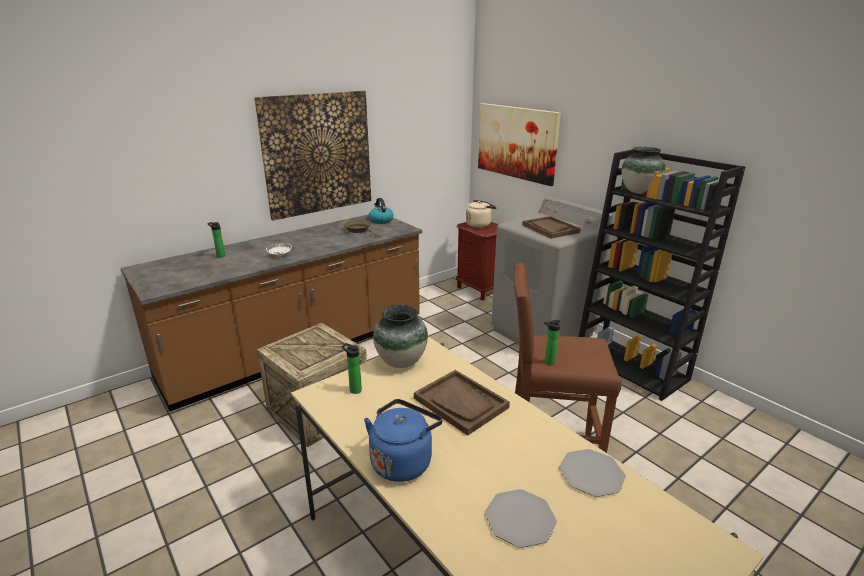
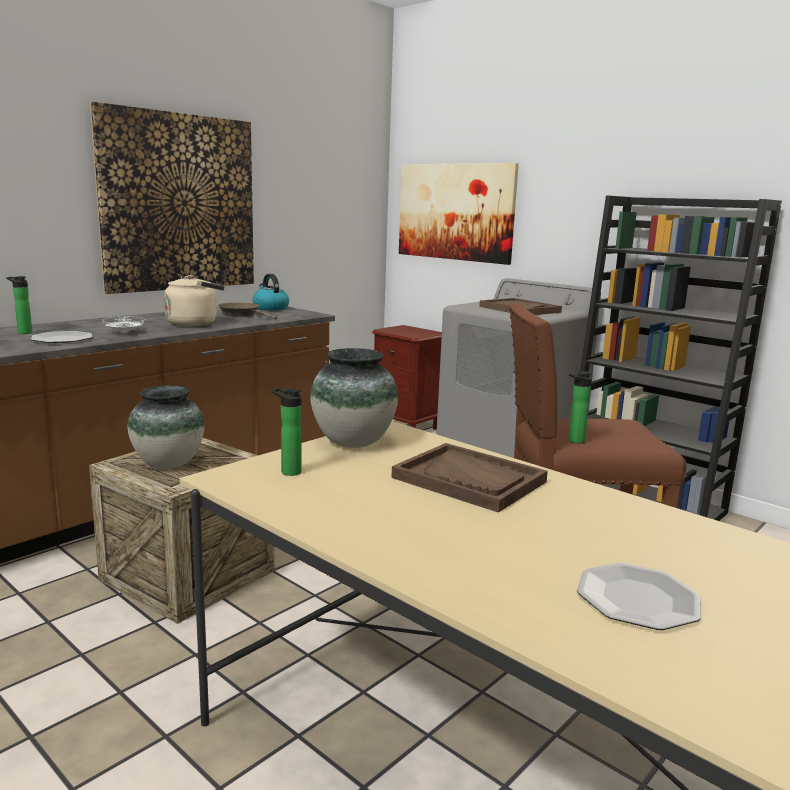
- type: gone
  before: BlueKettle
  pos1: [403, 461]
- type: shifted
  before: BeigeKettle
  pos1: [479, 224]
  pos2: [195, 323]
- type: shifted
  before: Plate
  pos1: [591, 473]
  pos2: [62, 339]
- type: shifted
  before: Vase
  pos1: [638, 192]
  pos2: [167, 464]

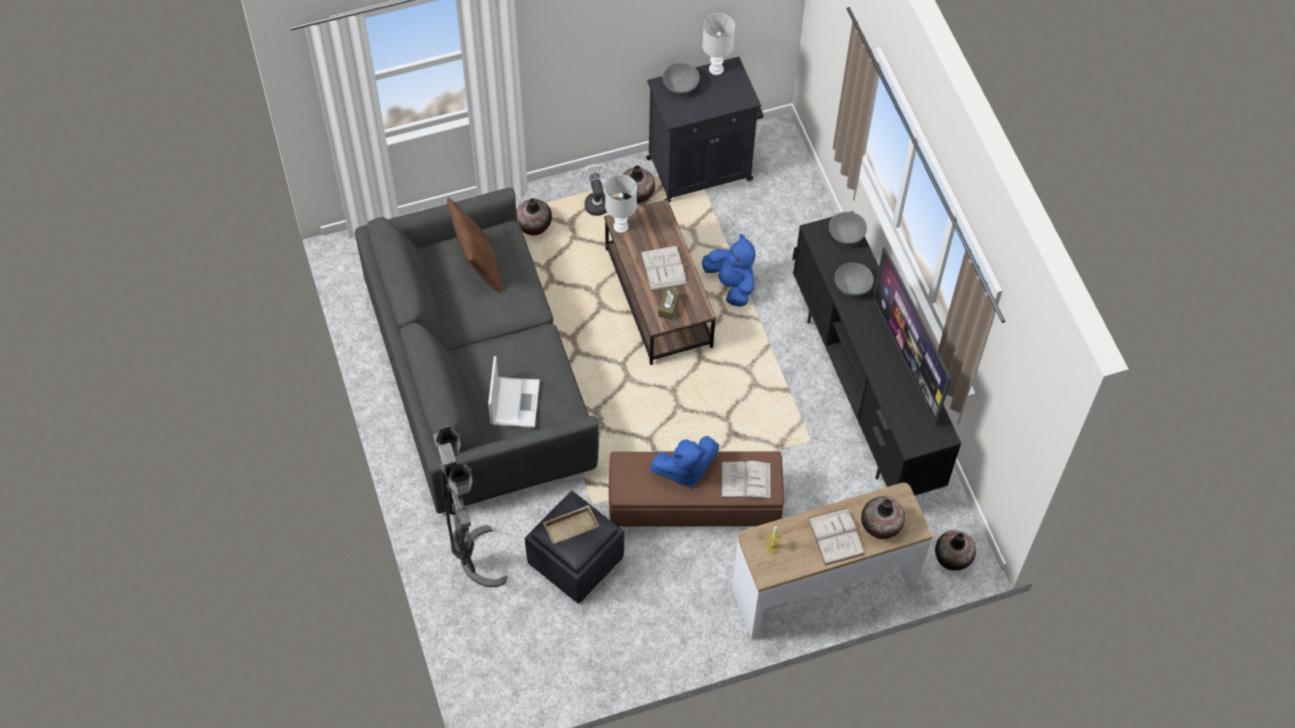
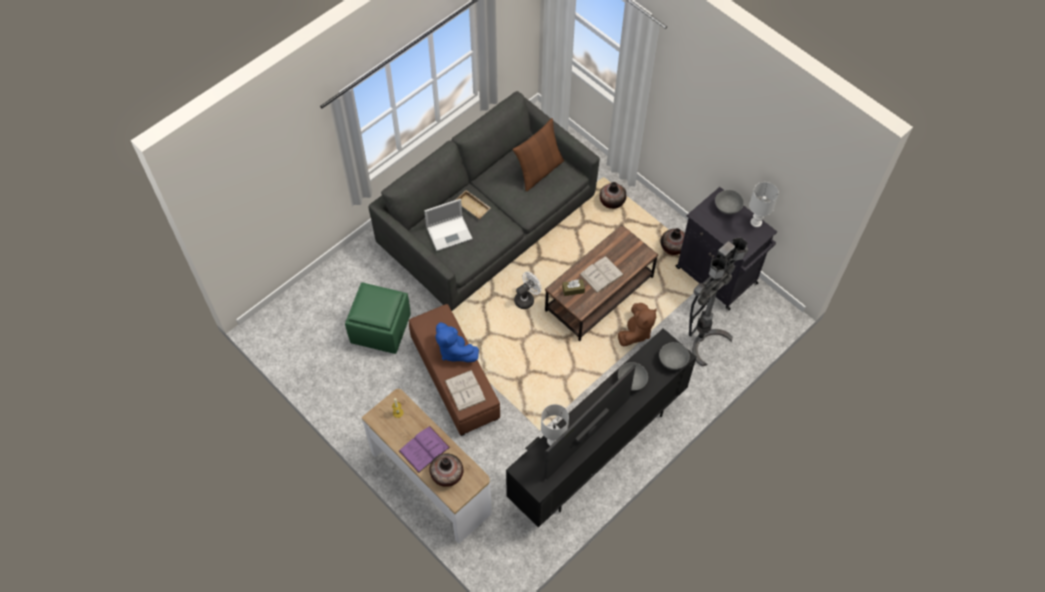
- type: gone
  before: Vase
  pos1: [953, 557]
- type: shifted
  before: GreyFloorLamp
  pos1: [470, 562]
  pos2: [703, 340]
- type: shifted
  before: BeigeTray
  pos1: [571, 525]
  pos2: [473, 206]
- type: shifted
  before: WhiteFan
  pos1: [596, 201]
  pos2: [526, 299]
- type: shifted
  before: WhiteTableLamp
  pos1: [621, 226]
  pos2: [554, 440]
- type: repainted
  before: BlackOttoman
  after: GreenOttoman
  pos1: [576, 560]
  pos2: [381, 329]
- type: repainted
  before: BluePlushToy
  after: BrownPlushToy
  pos1: [731, 284]
  pos2: [635, 332]
- type: repainted
  before: WhiteBook
  after: PurpleBook
  pos1: [836, 536]
  pos2: [424, 449]

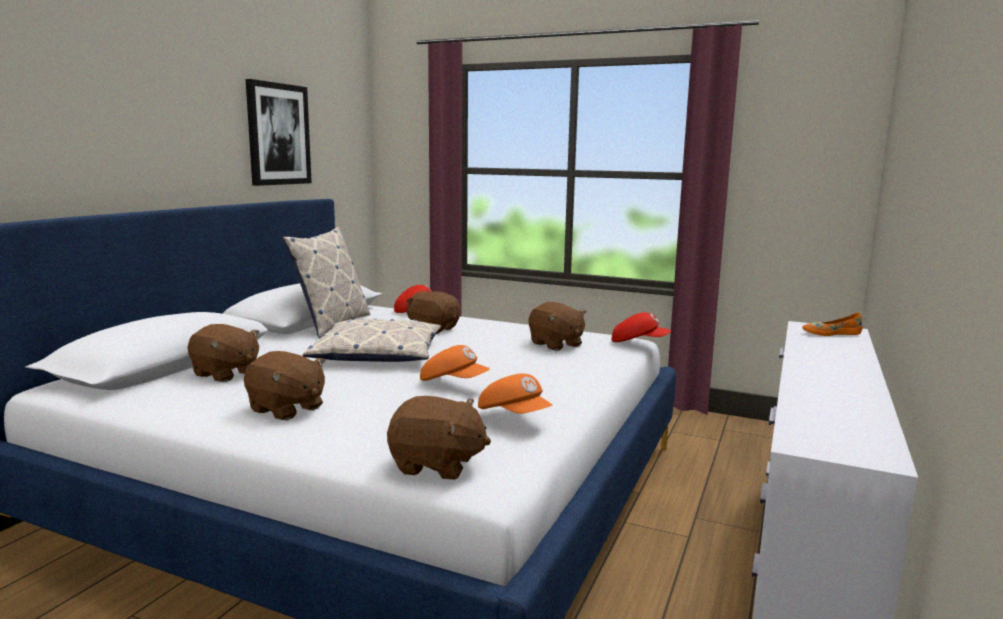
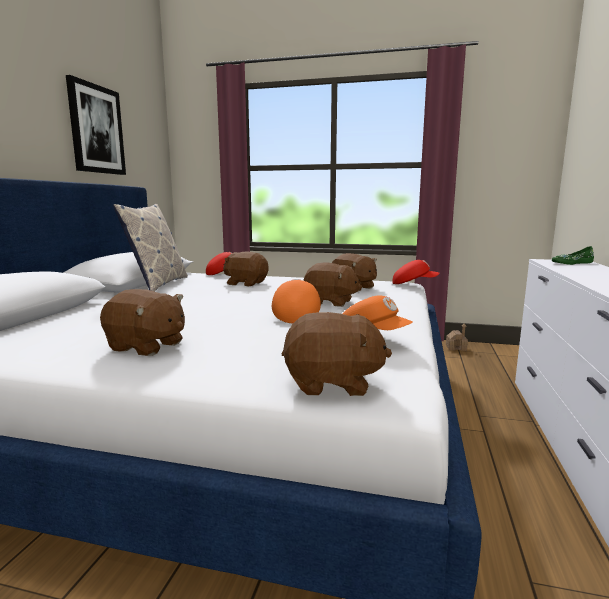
- type: gone
  before: Pillow
  pos1: [377, 354]
- type: new
  after: ToyHouse
  pos2: [456, 347]
- type: shifted
  before: BrownPlushToy
  pos1: [225, 374]
  pos2: [330, 302]
- type: repainted
  before: OrangeShoe
  after: GreenShoe
  pos1: [830, 333]
  pos2: [571, 263]
- type: rotated
  before: OrangeCap
  pos1: [454, 382]
  pos2: [295, 315]
  turn: -105

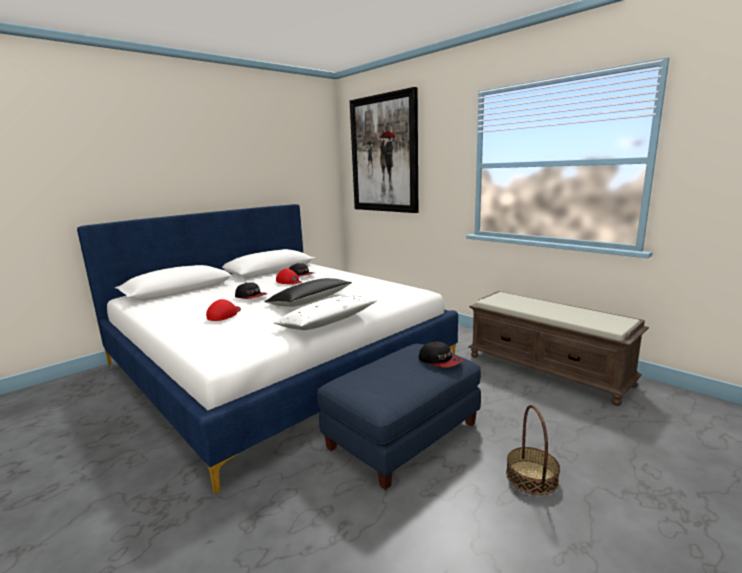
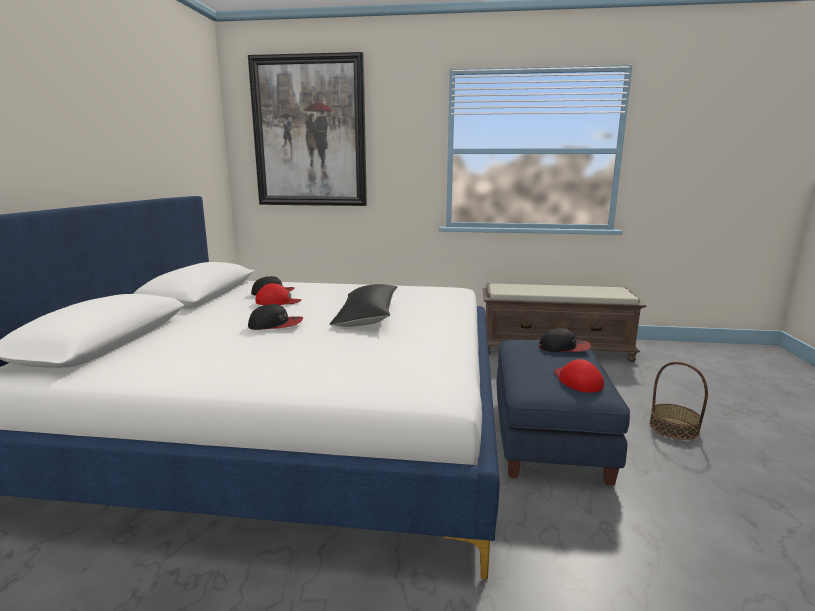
- type: gone
  before: WhitePillow
  pos1: [327, 322]
- type: shifted
  before: RedCap
  pos1: [224, 314]
  pos2: [577, 381]

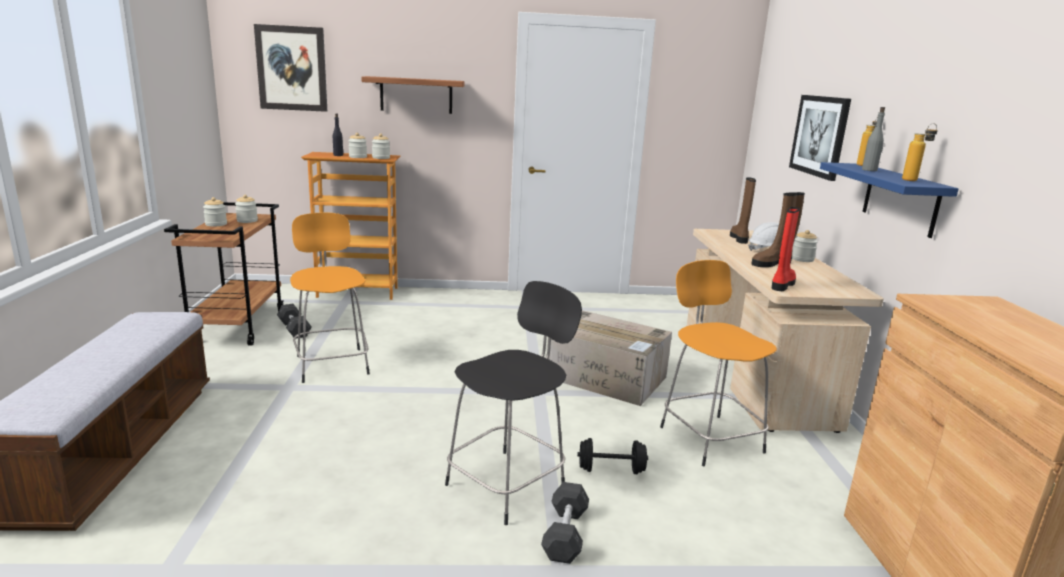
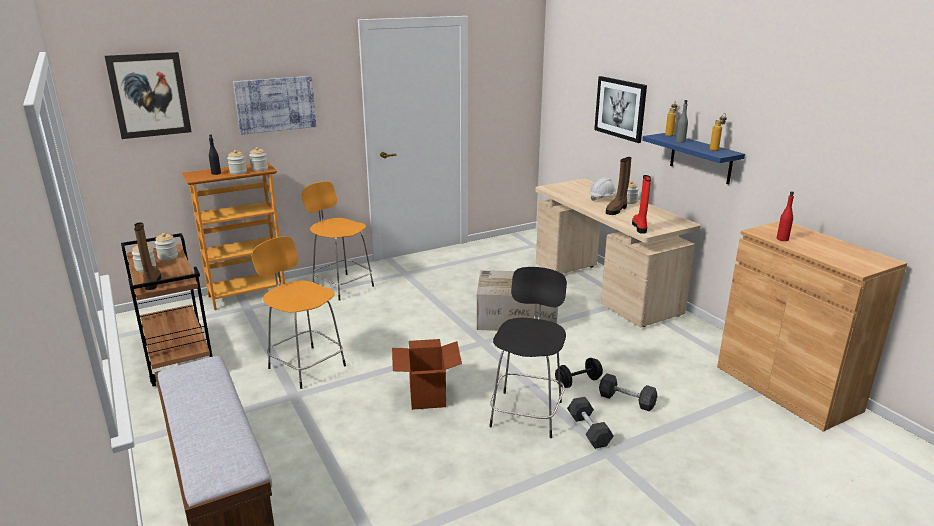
- type: new
  after: CardboardBox
  pos2: [427, 395]
- type: new
  after: RedBottle
  pos2: [782, 239]
- type: shifted
  before: GreyDumbbell
  pos1: [294, 329]
  pos2: [626, 400]
- type: shifted
  before: OrangeStool
  pos1: [709, 437]
  pos2: [341, 286]
- type: shifted
  before: BrownBoot
  pos1: [739, 239]
  pos2: [152, 282]
- type: swapped
  before: Shelf
  after: Picture
  pos1: [416, 95]
  pos2: [275, 104]

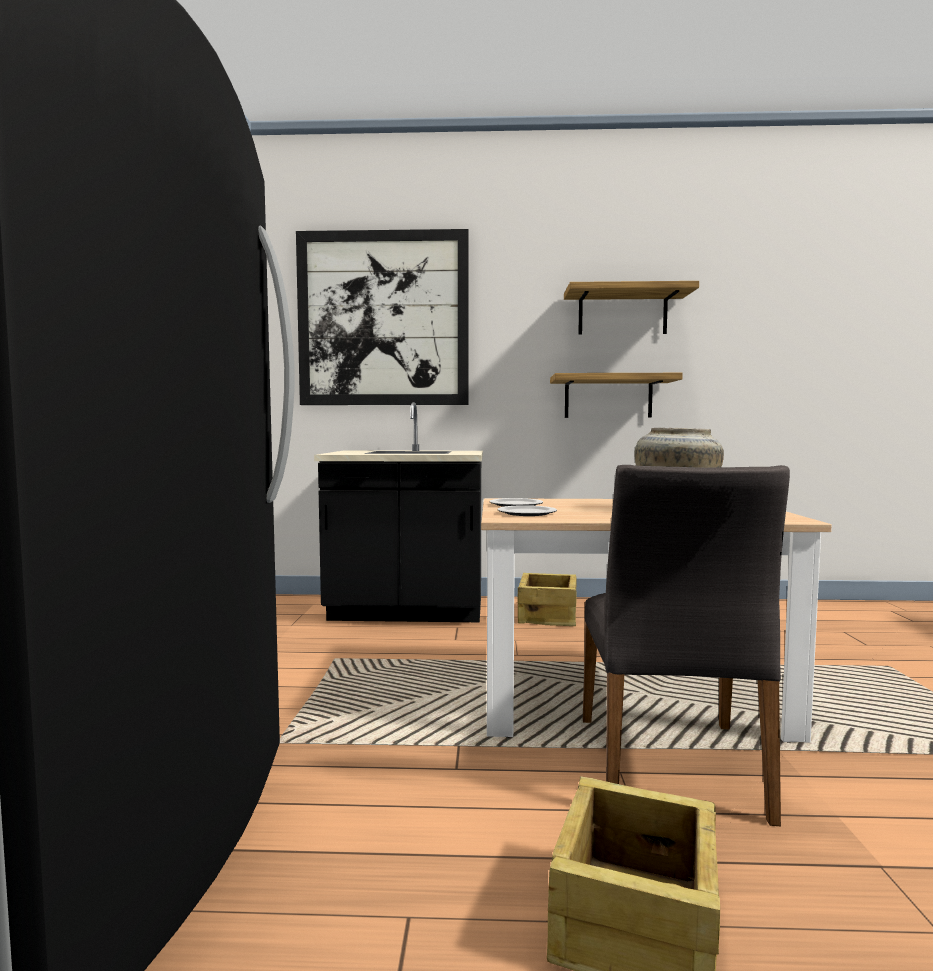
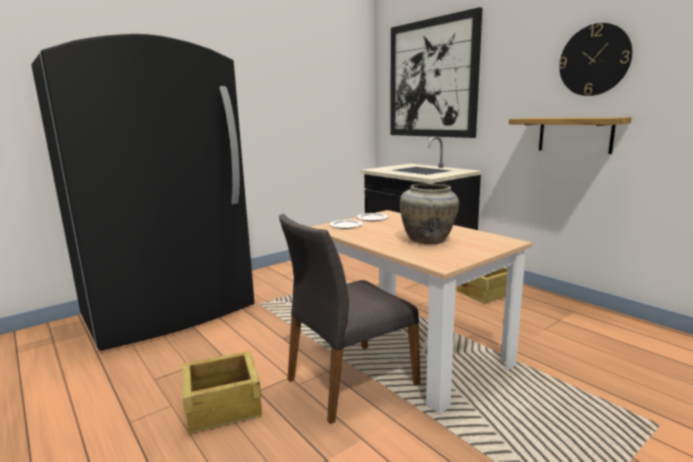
- type: swapped
  before: Shelf
  after: WallClock
  pos1: [622, 313]
  pos2: [594, 60]

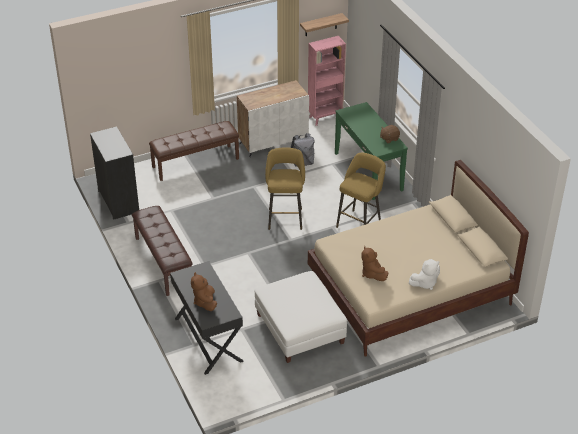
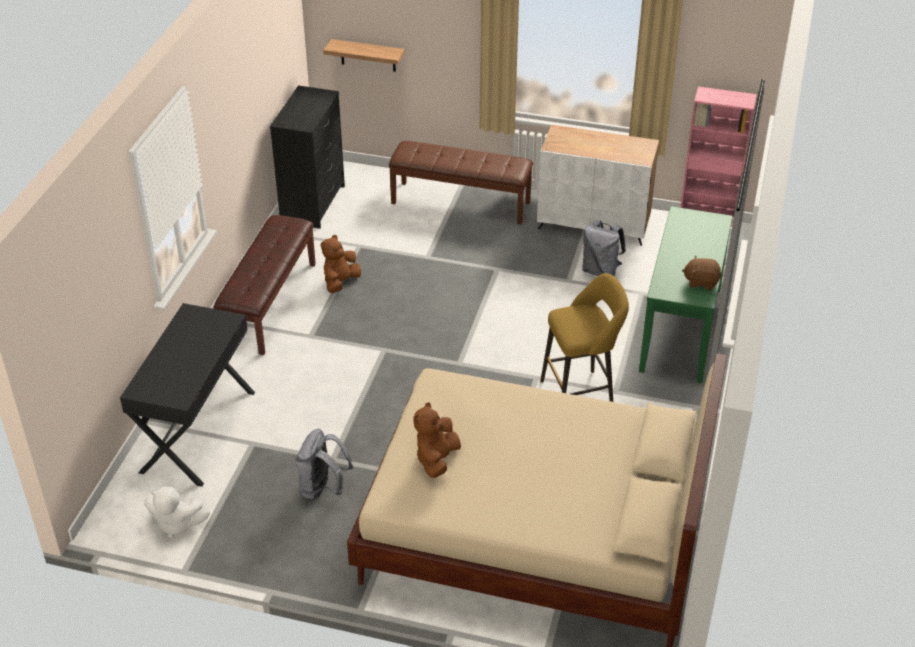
- type: gone
  before: YellowStool
  pos1: [285, 217]
- type: shifted
  before: BrownPlushToy
  pos1: [205, 302]
  pos2: [340, 282]
- type: shifted
  before: Shelf
  pos1: [321, 25]
  pos2: [368, 55]
- type: shifted
  before: WhitePlushToy
  pos1: [425, 283]
  pos2: [176, 524]
- type: swapped
  before: WhiteOttoman
  after: GreyBackpack
  pos1: [300, 328]
  pos2: [323, 489]

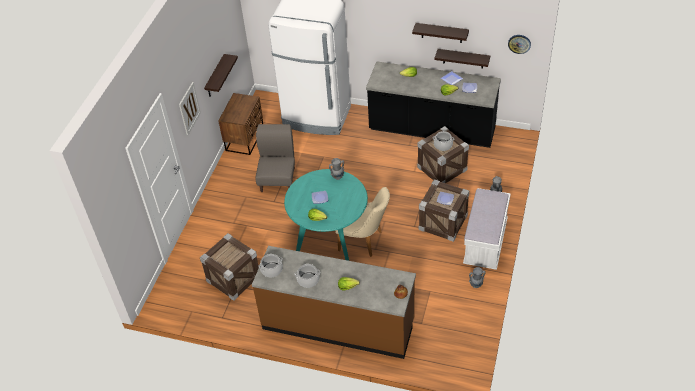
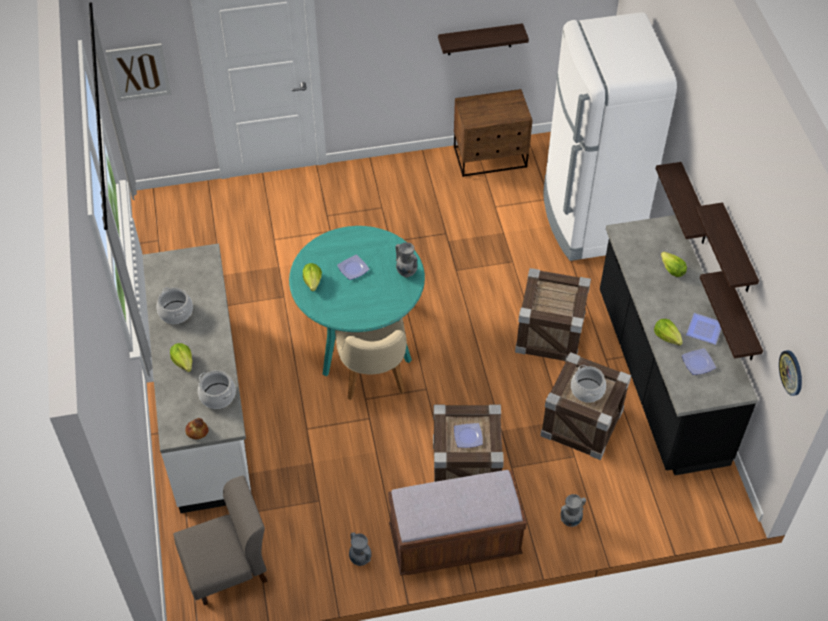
- type: new
  after: Shelf
  pos2: [694, 206]
- type: shifted
  before: Picture
  pos1: [189, 108]
  pos2: [139, 72]
- type: shifted
  before: Crate
  pos1: [233, 278]
  pos2: [550, 334]
- type: shifted
  before: GreyChair
  pos1: [278, 179]
  pos2: [227, 568]
- type: shifted
  before: CookingPot
  pos1: [271, 270]
  pos2: [217, 396]
- type: repainted
  before: BrownCounter
  after: WhiteCounter
  pos1: [338, 324]
  pos2: [207, 409]
- type: repainted
  before: WhiteBench
  after: BrownBench
  pos1: [485, 243]
  pos2: [455, 542]

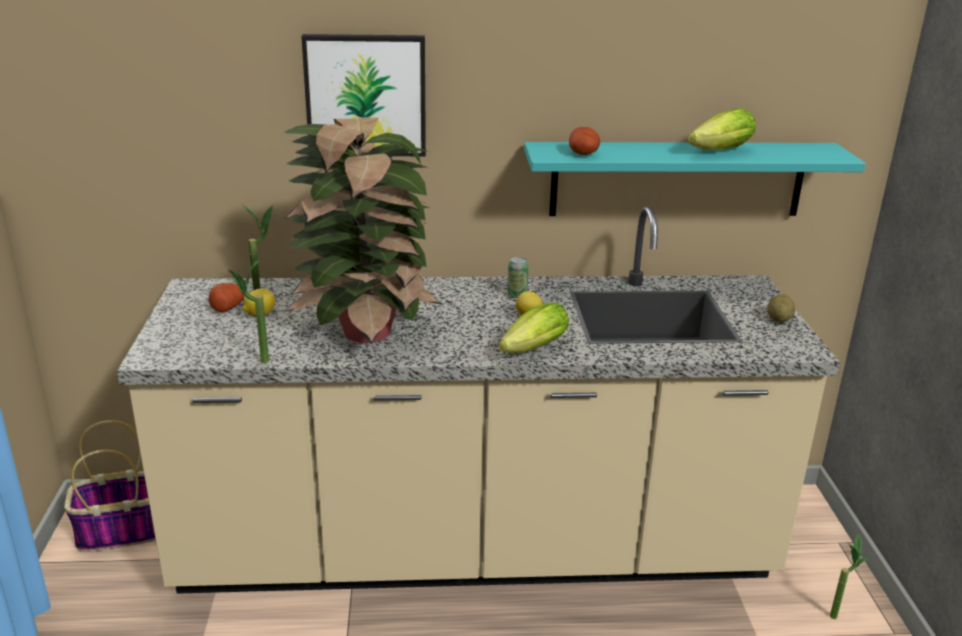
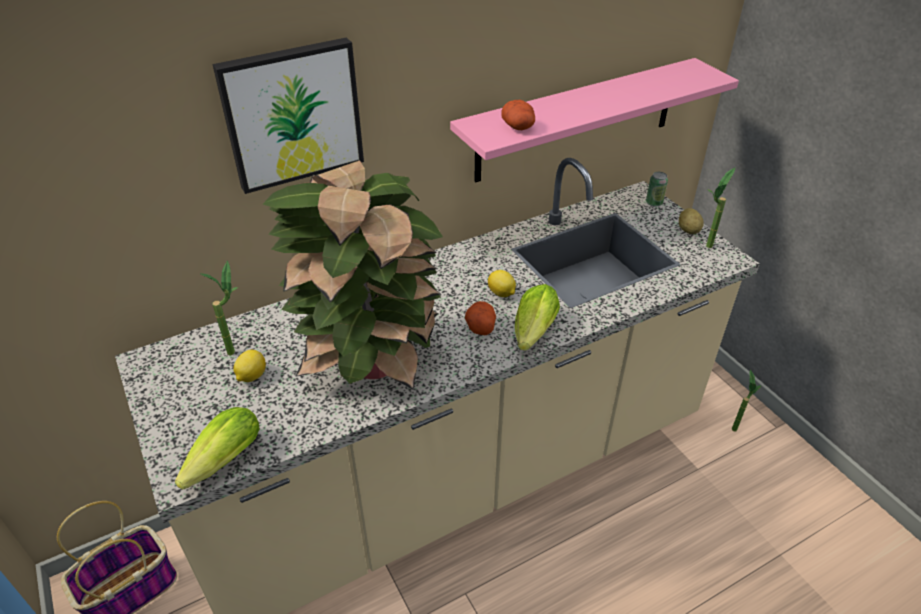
- type: shifted
  before: Potato
  pos1: [227, 307]
  pos2: [480, 326]
- type: shifted
  before: PottedPlant
  pos1: [256, 362]
  pos2: [706, 249]
- type: shifted
  before: Can
  pos1: [517, 294]
  pos2: [654, 203]
- type: shifted
  before: Lettuce
  pos1: [716, 152]
  pos2: [221, 464]
- type: repainted
  before: TurquoiseShelf
  after: PinkShelf
  pos1: [677, 179]
  pos2: [577, 120]

